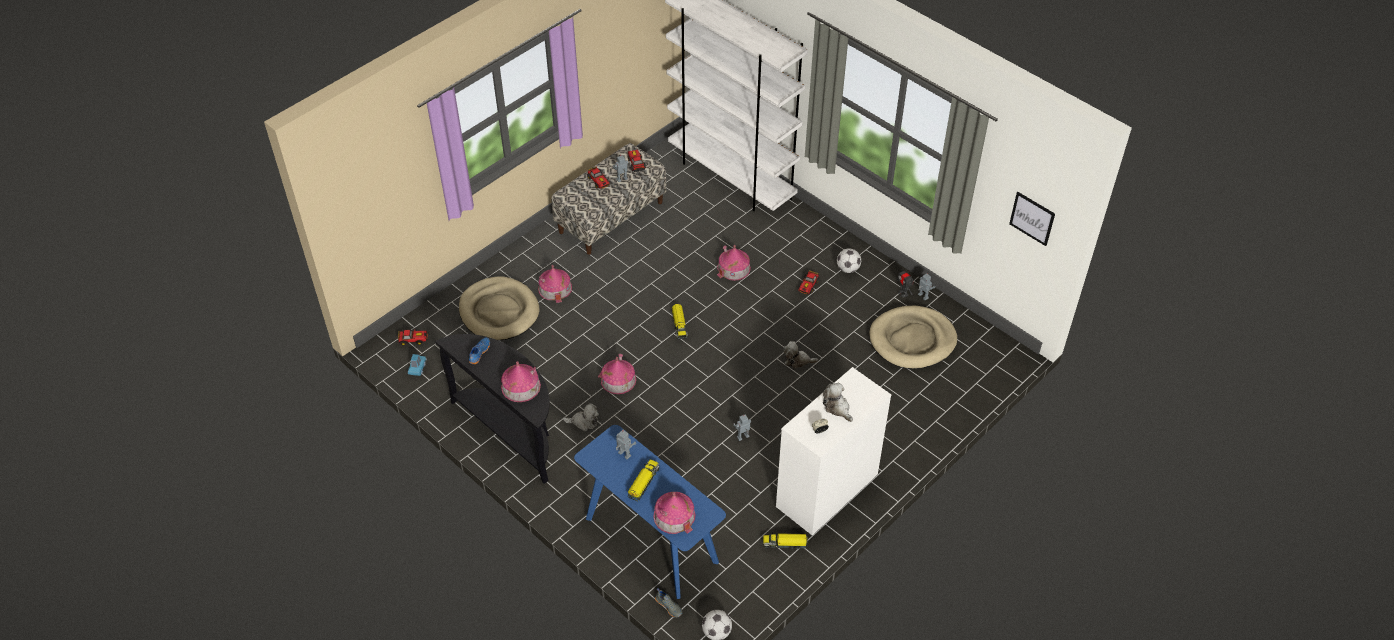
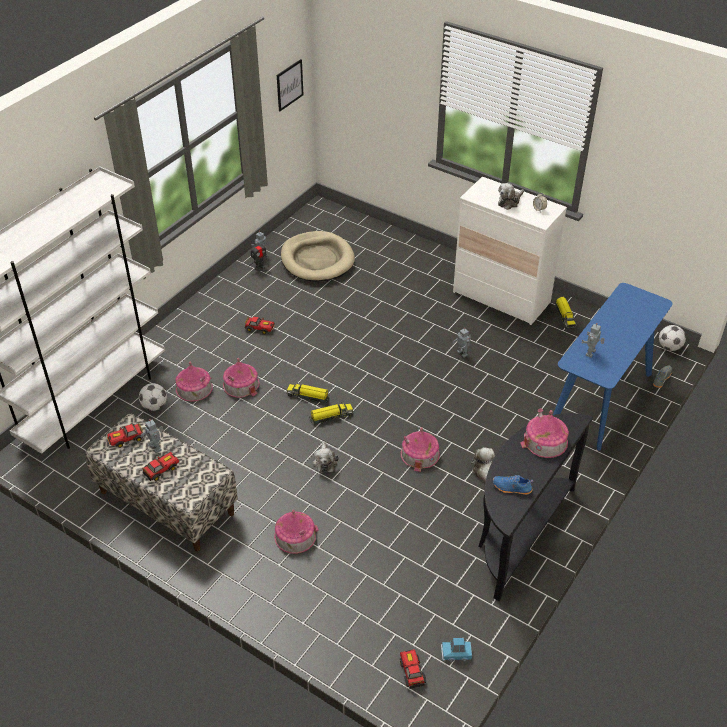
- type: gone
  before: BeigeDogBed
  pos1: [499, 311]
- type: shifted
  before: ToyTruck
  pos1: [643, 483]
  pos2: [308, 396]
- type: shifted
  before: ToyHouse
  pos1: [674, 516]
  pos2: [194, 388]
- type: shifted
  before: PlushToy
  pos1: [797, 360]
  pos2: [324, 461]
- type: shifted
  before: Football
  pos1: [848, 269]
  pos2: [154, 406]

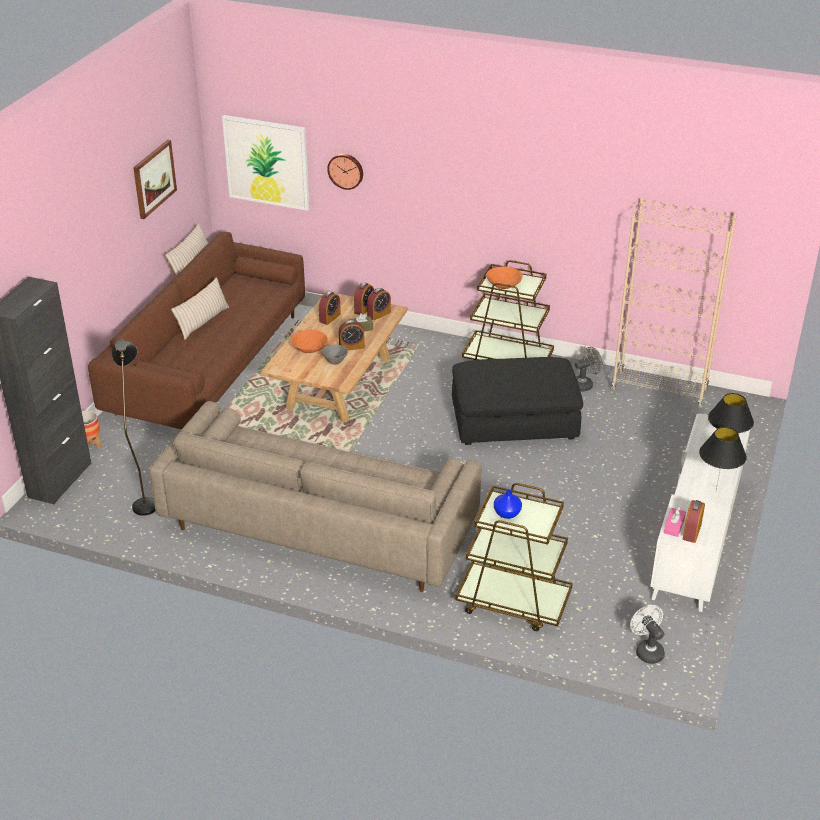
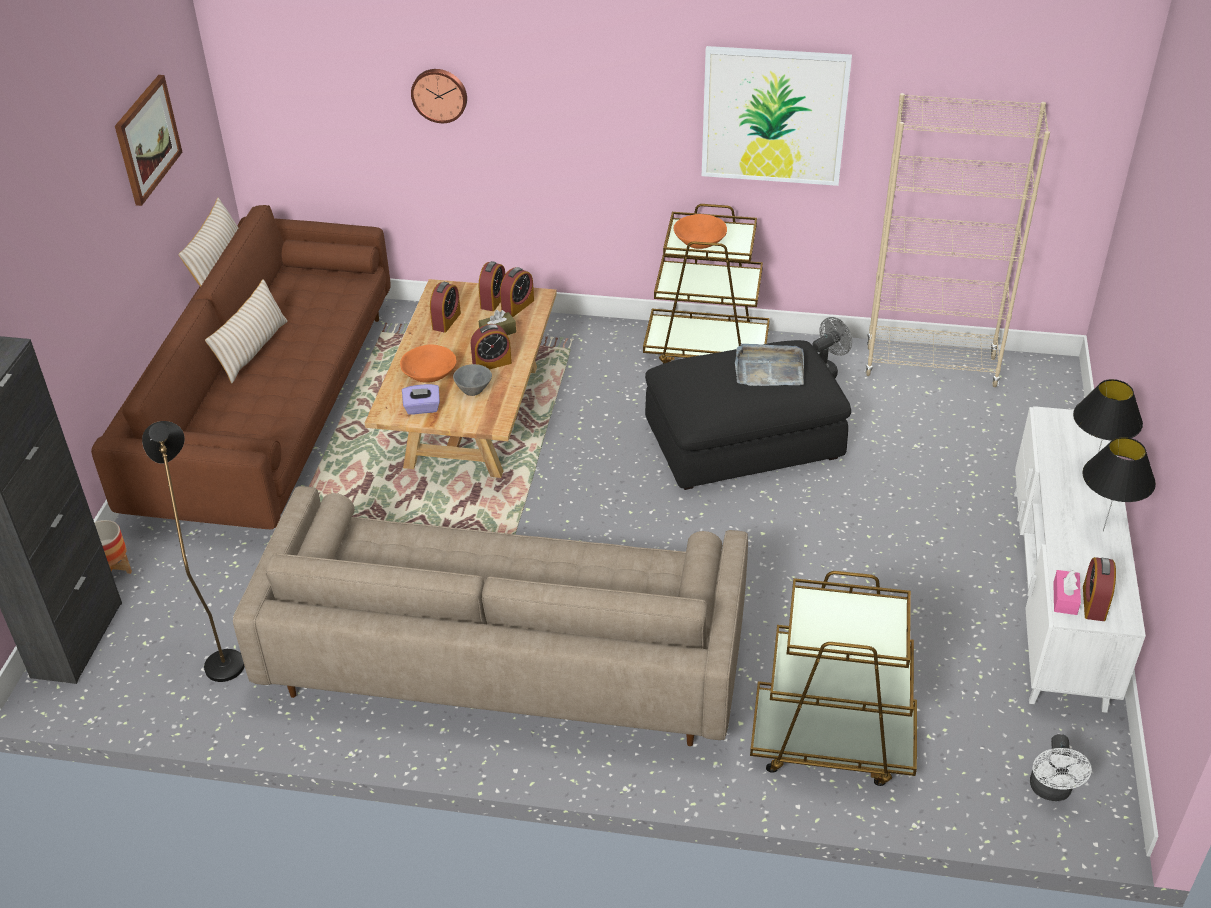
- type: gone
  before: BlueVase
  pos1: [507, 513]
- type: new
  after: PurpleTissueBox
  pos2: [422, 408]
- type: new
  after: GreyTray
  pos2: [768, 368]
- type: shifted
  before: Picture
  pos1: [267, 162]
  pos2: [774, 115]
- type: rotated
  before: WhiteFan
  pos1: [647, 650]
  pos2: [1051, 791]
  turn: -135

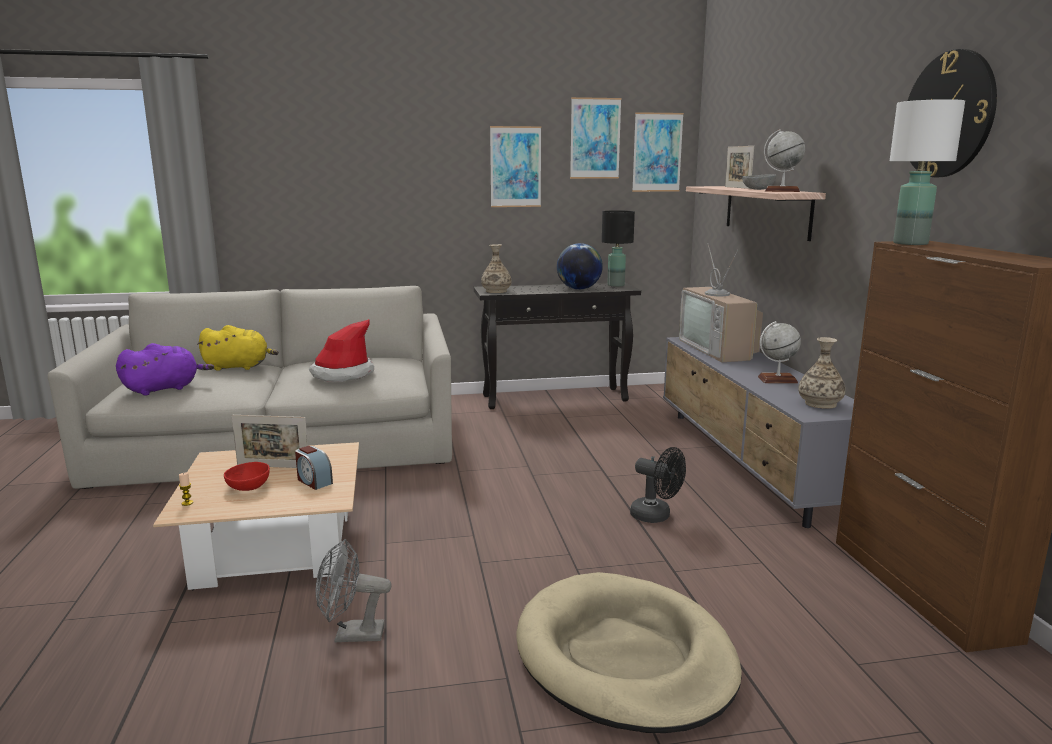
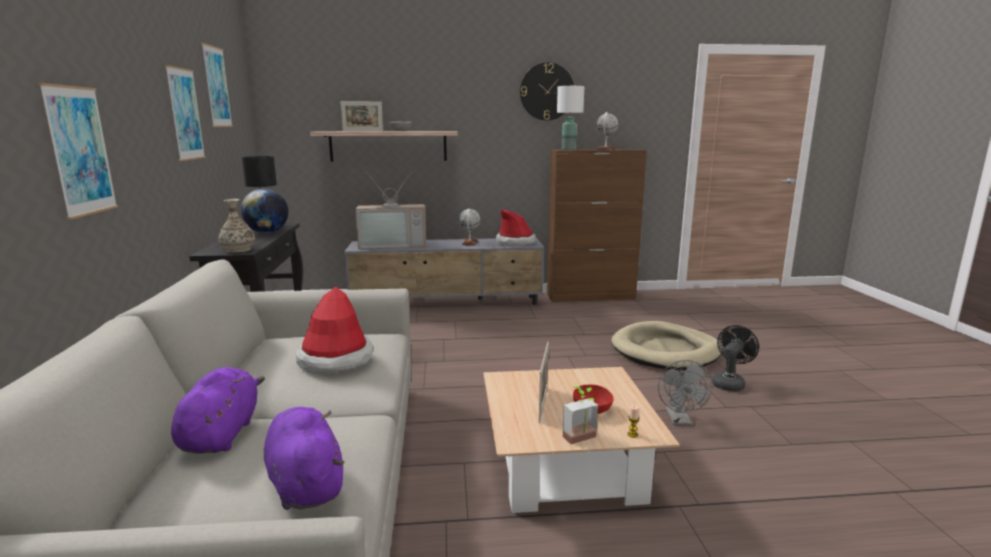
- type: gone
  before: AlarmClock
  pos1: [314, 481]
- type: new
  after: PottedPlant
  pos2: [583, 440]
- type: shifted
  before: BlackFan
  pos1: [656, 516]
  pos2: [729, 383]
- type: shifted
  before: Picture
  pos1: [657, 152]
  pos2: [80, 151]
- type: shifted
  before: Globe
  pos1: [782, 191]
  pos2: [605, 149]
- type: swapped
  before: Vase
  after: Hat
  pos1: [820, 403]
  pos2: [515, 242]
- type: repainted
  before: YellowPlushToy
  after: PurplePlushToy
  pos1: [239, 367]
  pos2: [222, 434]

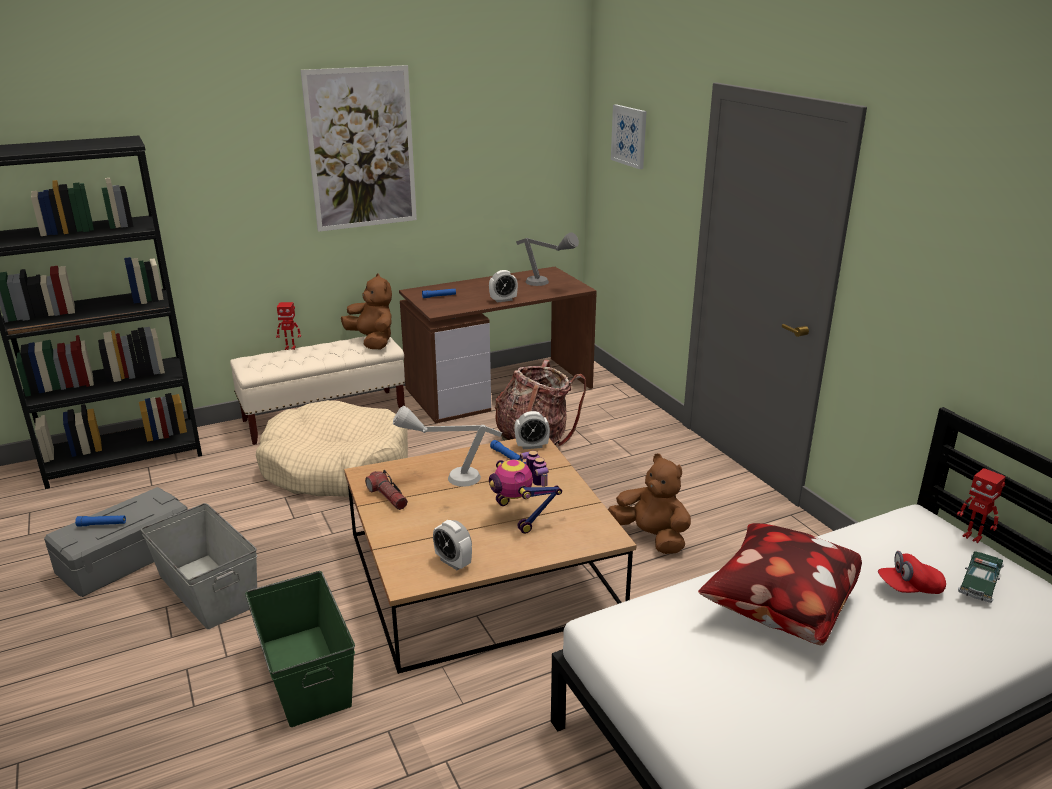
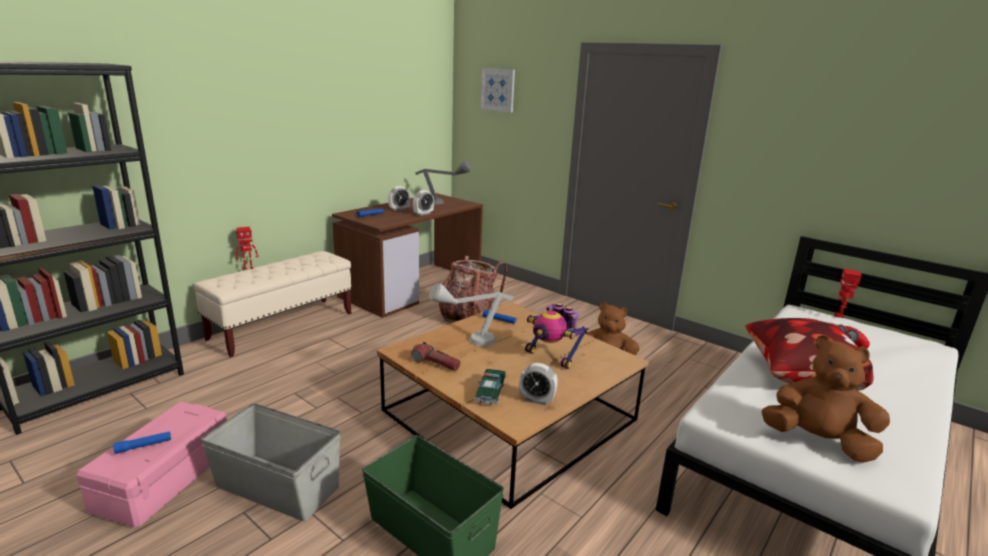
- type: gone
  before: BeigeDogBed
  pos1: [336, 467]
- type: gone
  before: Picture
  pos1: [361, 149]
- type: shifted
  before: BrownPlushToy
  pos1: [372, 341]
  pos2: [817, 441]
- type: shifted
  before: AlarmClock
  pos1: [532, 446]
  pos2: [399, 209]
- type: shifted
  before: ToyCar
  pos1: [979, 583]
  pos2: [490, 392]
- type: repainted
  before: GreyStorageBox
  after: PinkStorageBox
  pos1: [126, 557]
  pos2: [164, 478]
- type: rotated
  before: ToyRobot
  pos1: [973, 537]
  pos2: [839, 315]
  turn: 90

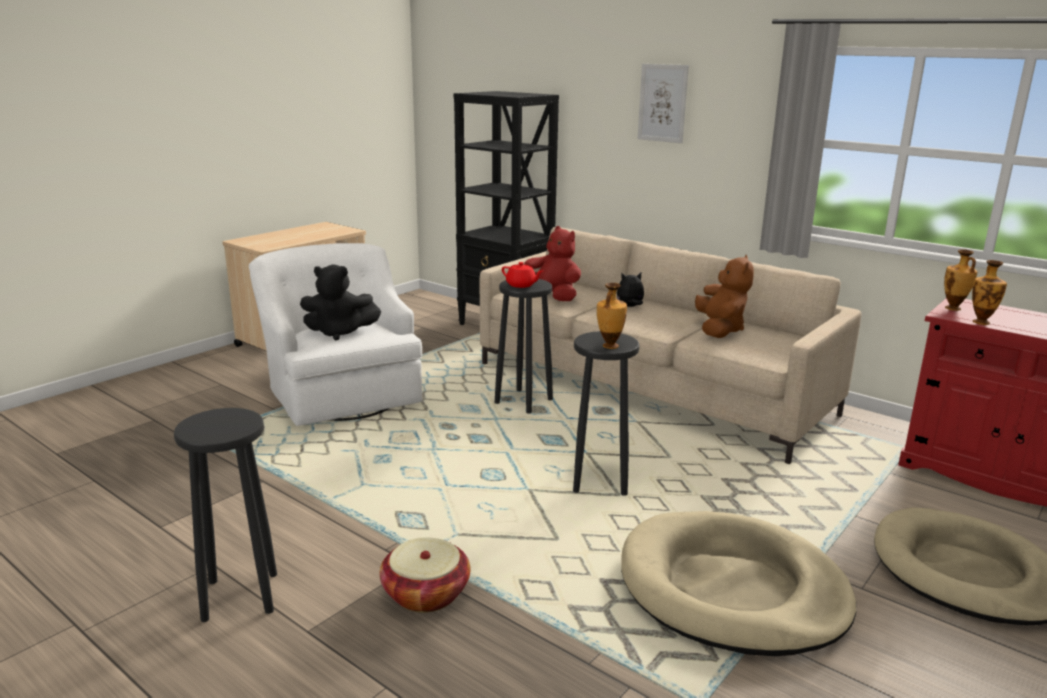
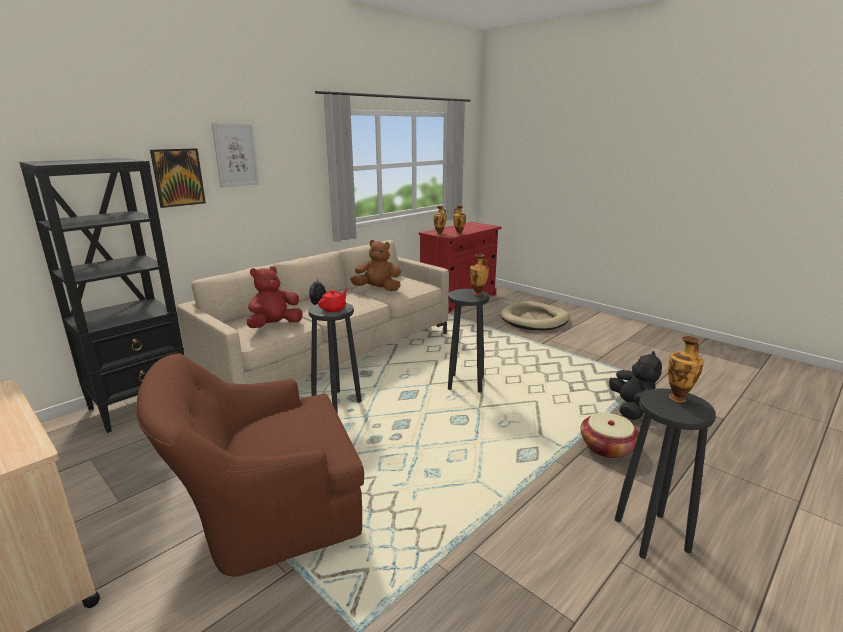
- type: gone
  before: BeigeDogBed
  pos1: [732, 589]
- type: new
  after: Picture
  pos2: [178, 177]
- type: new
  after: Vase
  pos2: [678, 398]
- type: shifted
  before: BlackPlushToy
  pos1: [339, 332]
  pos2: [631, 408]
- type: repainted
  before: WhiteArmchair
  after: BrownArmchair
  pos1: [342, 392]
  pos2: [265, 513]

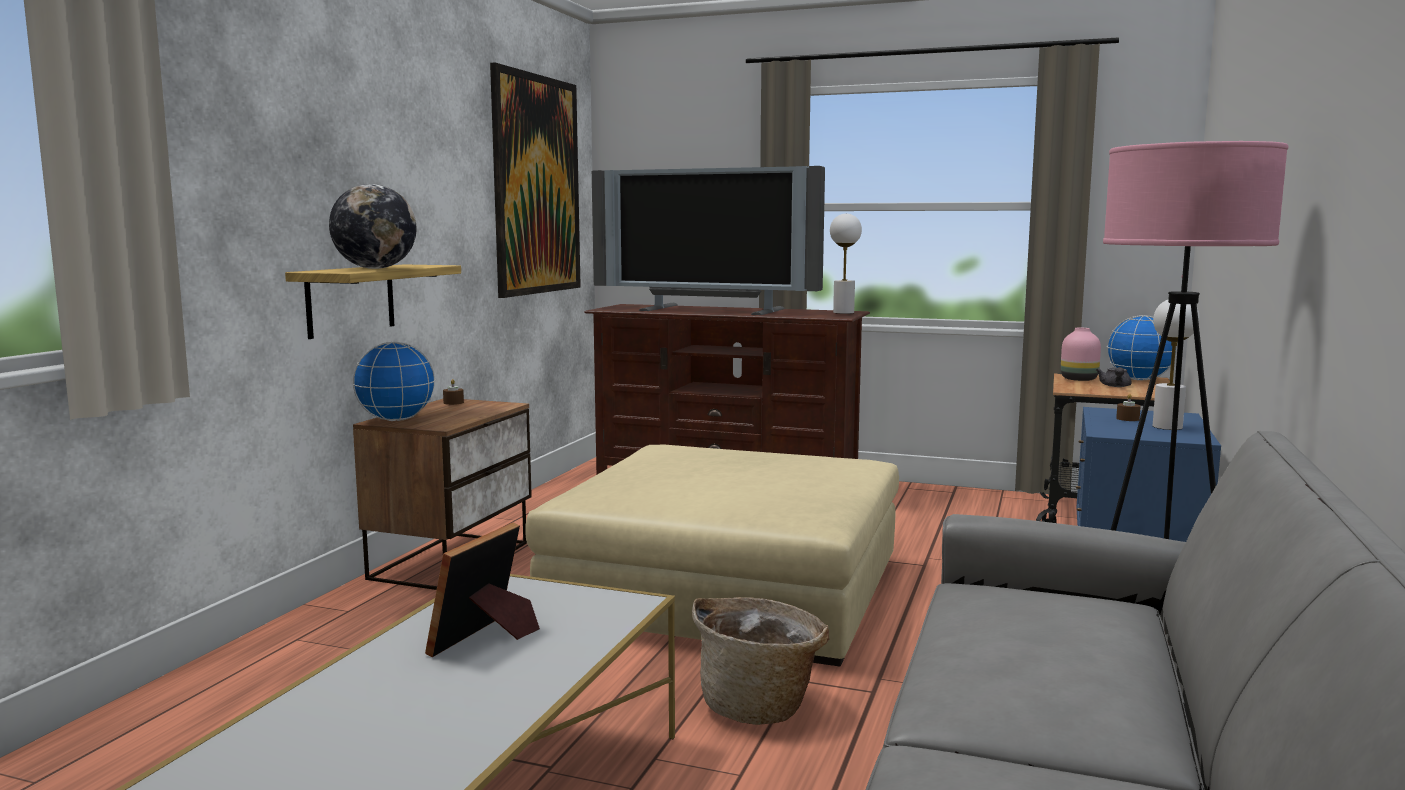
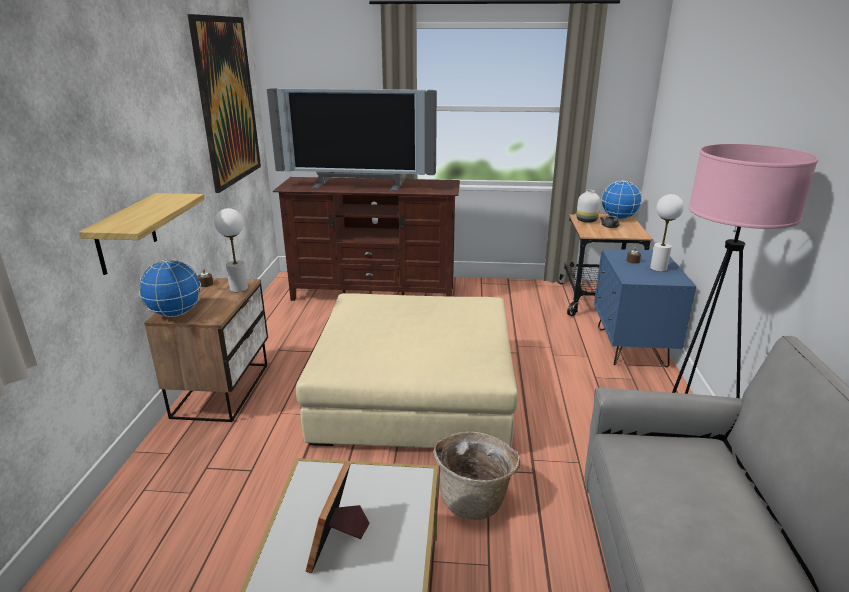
- type: gone
  before: Globe
  pos1: [375, 268]
- type: shifted
  before: WhiteTableLamp
  pos1: [843, 312]
  pos2: [238, 288]
- type: repainted
  before: PinkVase
  after: WhiteVase
  pos1: [1080, 379]
  pos2: [587, 221]

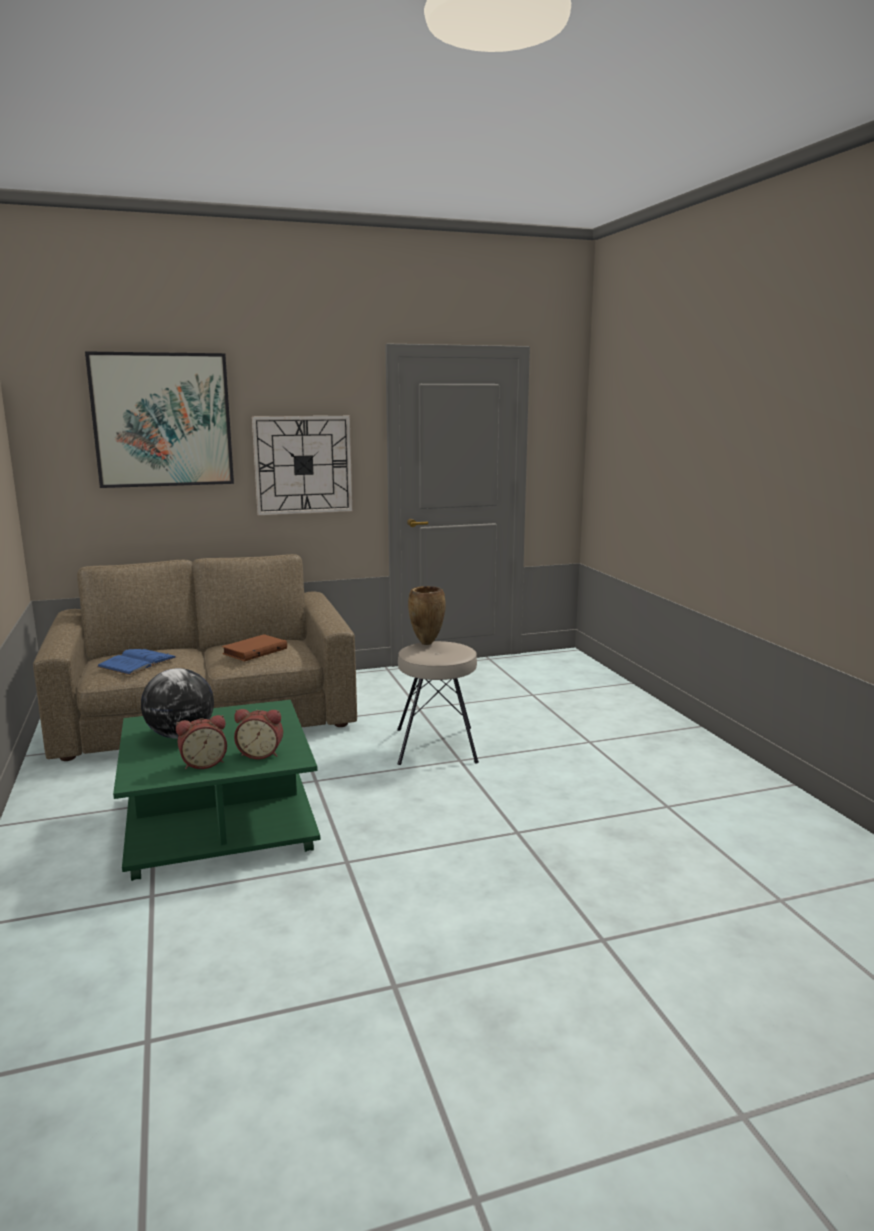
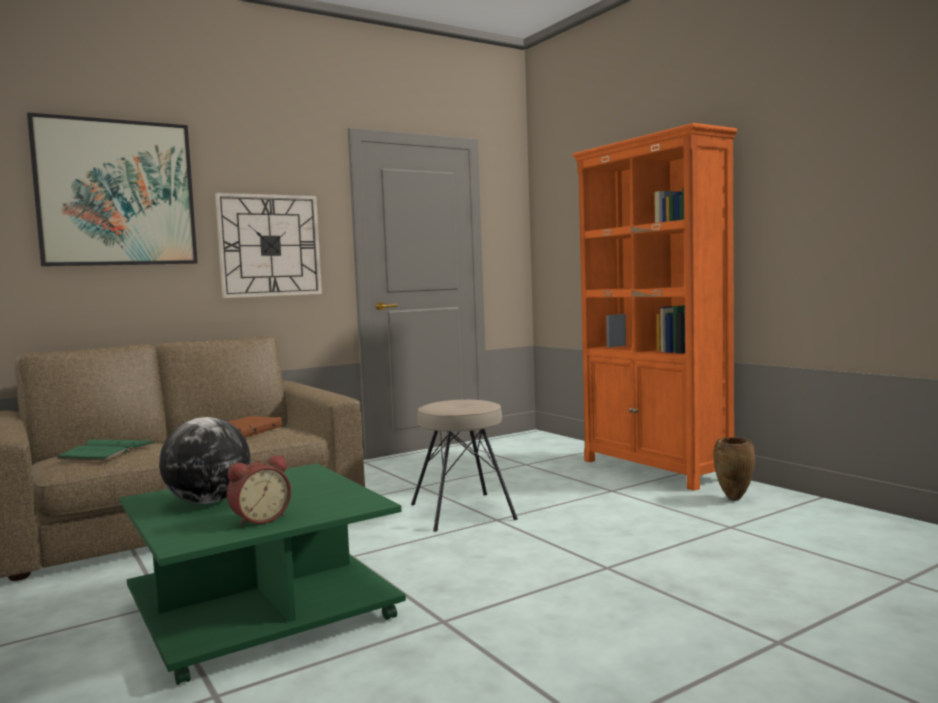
- type: gone
  before: AlarmClock
  pos1: [261, 754]
- type: new
  after: OrangeBookcase
  pos2: [655, 470]
- type: shifted
  before: BrownVase
  pos1: [426, 644]
  pos2: [734, 499]
- type: repainted
  before: BlueBook
  after: GreenBook
  pos1: [137, 662]
  pos2: [107, 451]

